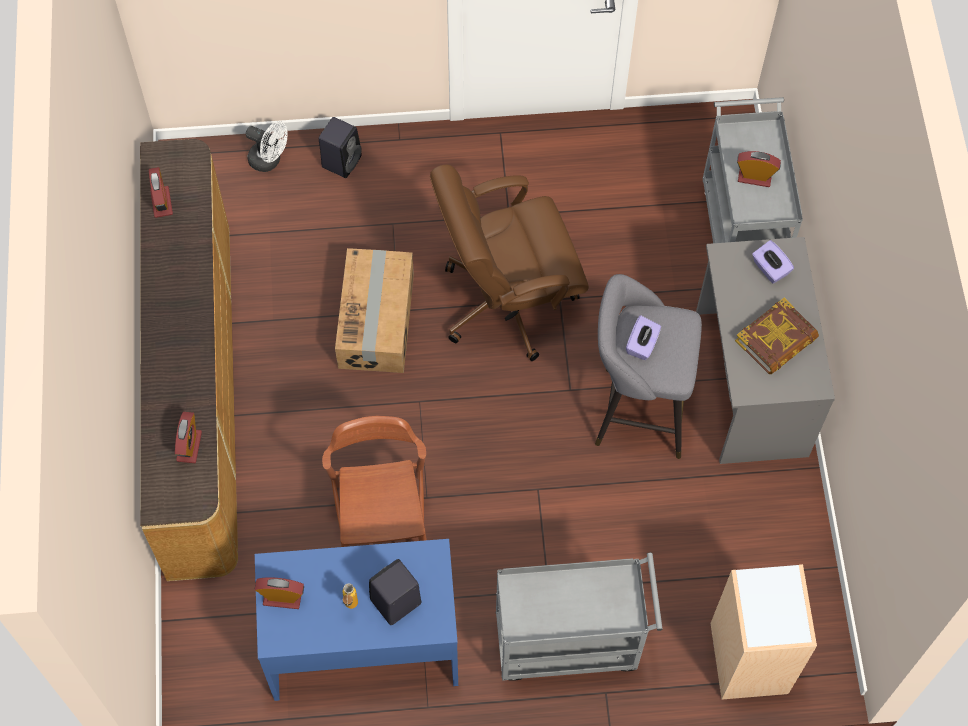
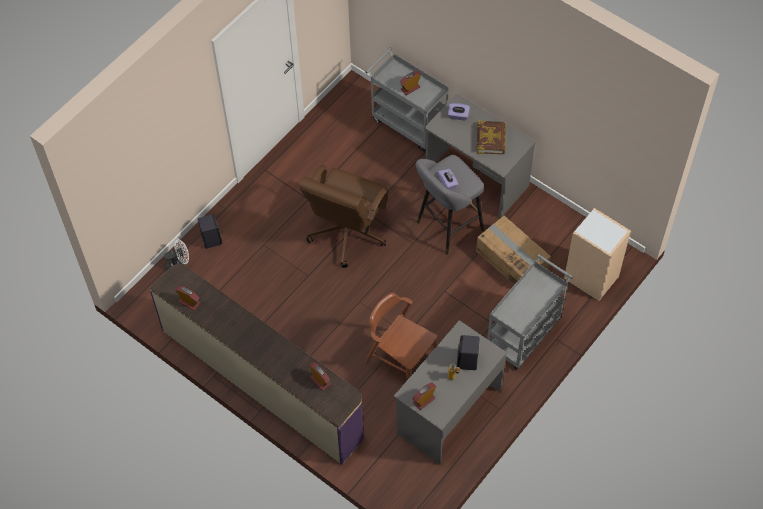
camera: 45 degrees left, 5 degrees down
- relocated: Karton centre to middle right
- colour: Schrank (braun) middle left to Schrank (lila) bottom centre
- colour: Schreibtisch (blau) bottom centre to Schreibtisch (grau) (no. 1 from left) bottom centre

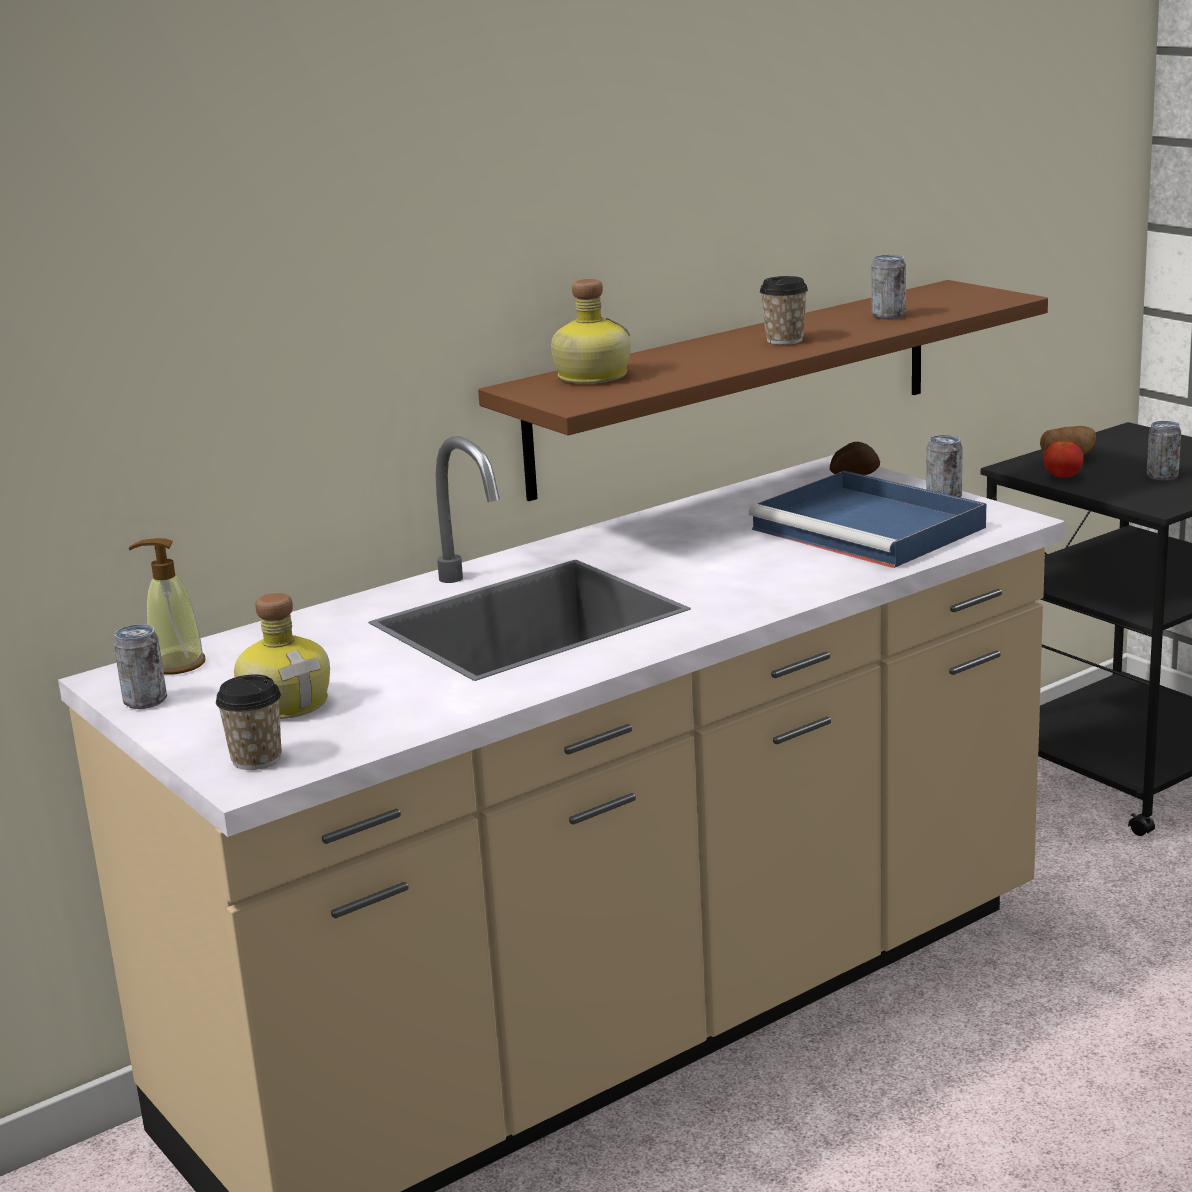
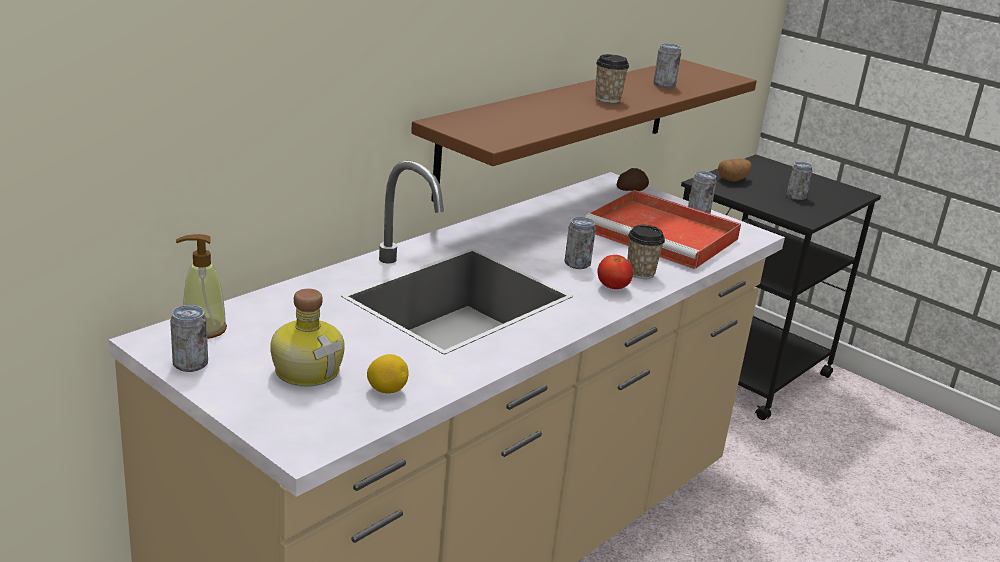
camera: 15 degrees left, 5 degrees up
- missing: Flasche (no. 2 from left) top centre
- appeared: Zitrone centre
- appeared: Dose (no. 2 from left) centre
- relocated: Tasse (no. 1 from left in the first image) middle left to Tasse (no. 2 from left) centre
- relocated: Tomate middle right to centre
- colour: Tablett (blau) middle right to Tablett (rot) centre

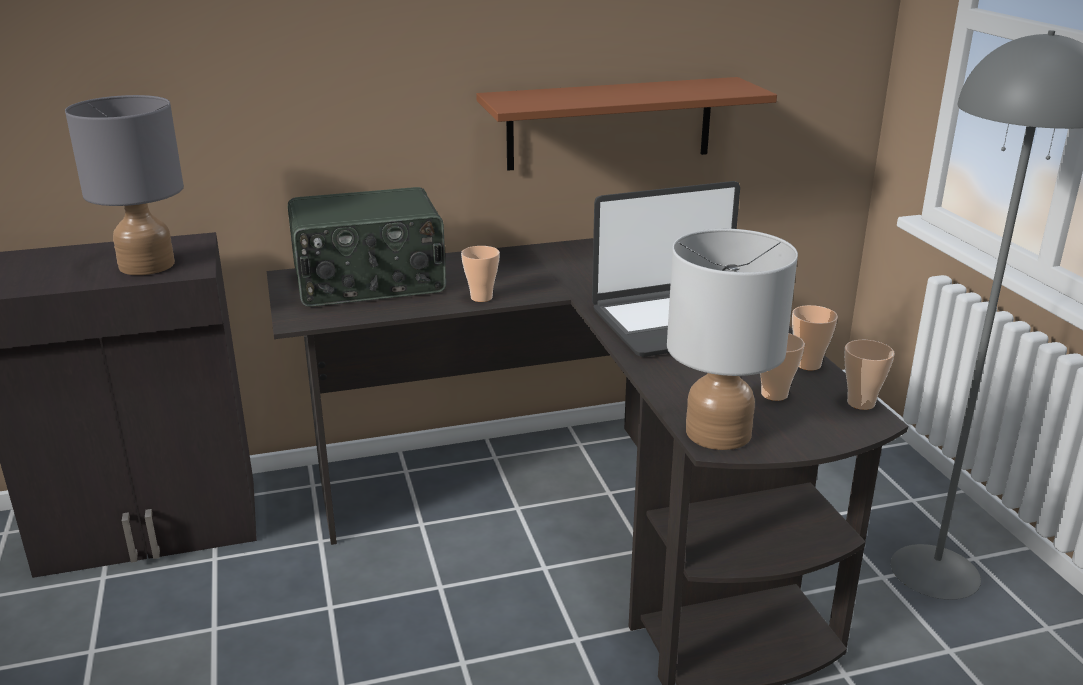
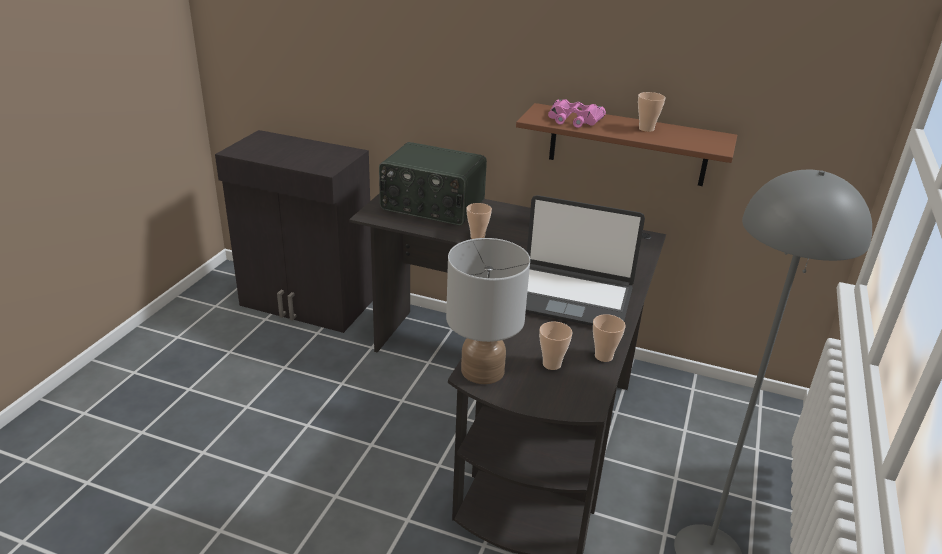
camera: 35 degrees right, 5 degrees up
- missing: Tischlampe (grau) (no. 1 from left) top left
- appeared: Fernglas (rosa) top centre
- relocated: Tasse (no. 4 from left) middle right to top right

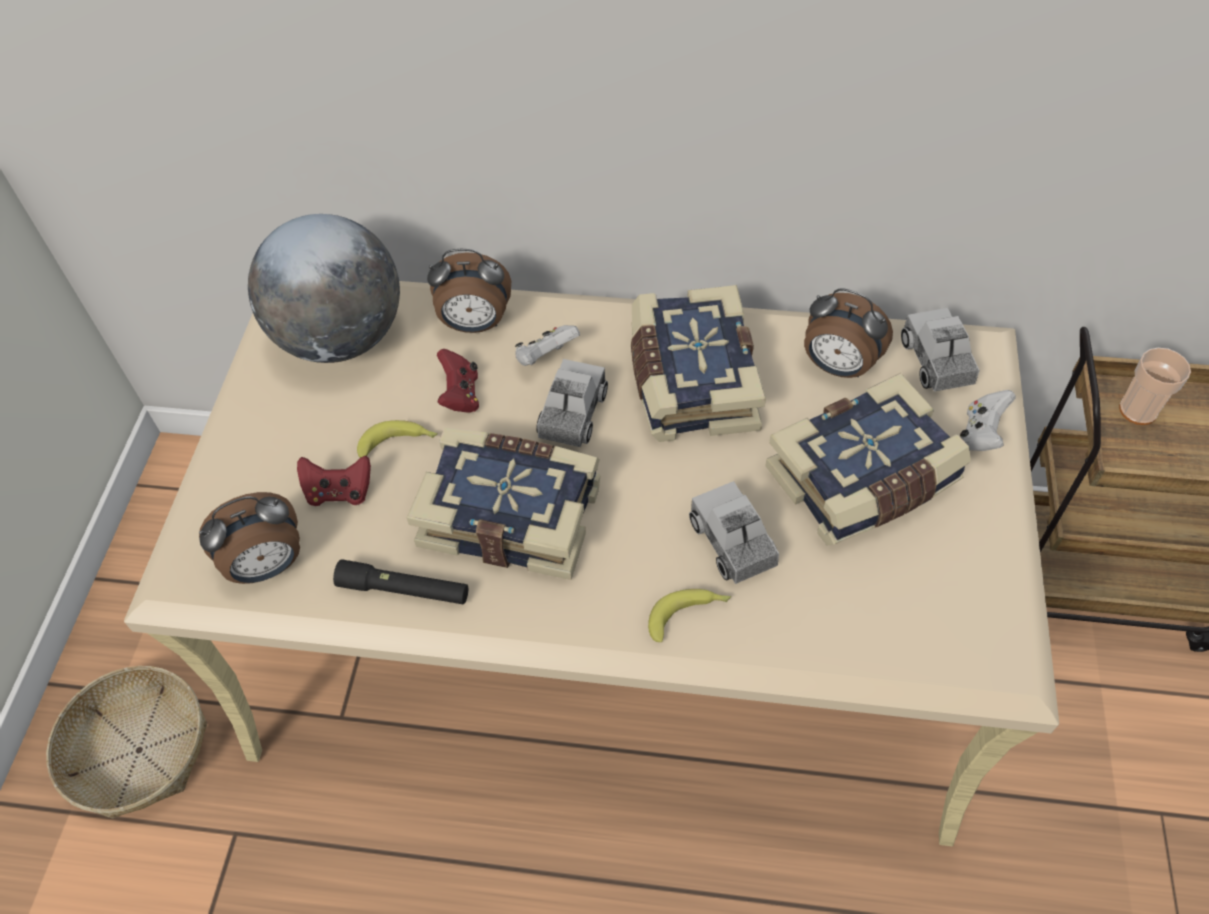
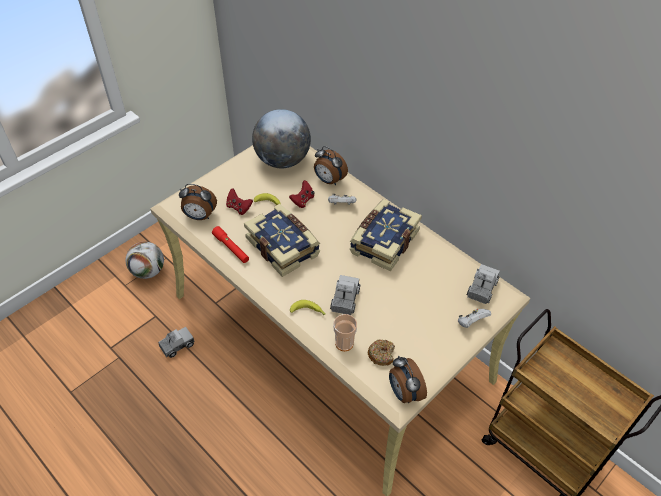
camera: 35 degrees right, 5 degrees down
- missing: Buch (no. 3 from left) middle right
- appeared: Donut bottom centre
- relocated: Spielzeuglaster (no. 1 from left) centre to bottom left
- relocated: Wecker (no. 3 from left) middle right to bottom centre
- relocated: Tasse middle right to bottom centre
- exchanged: Korb bottom left to Fußball middle left
- colour: Taschenlampe (schwarz) middle left to Taschenlampe (rot) centre

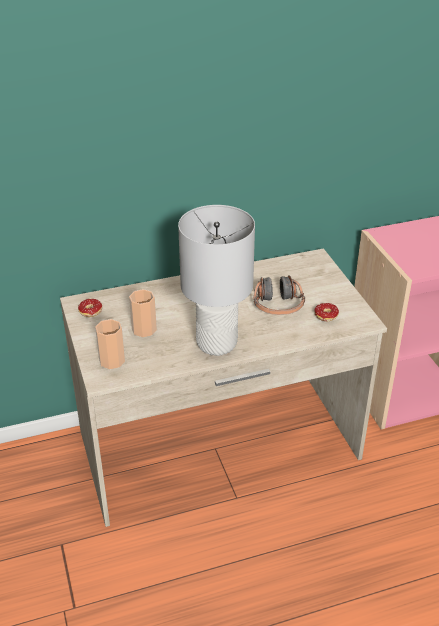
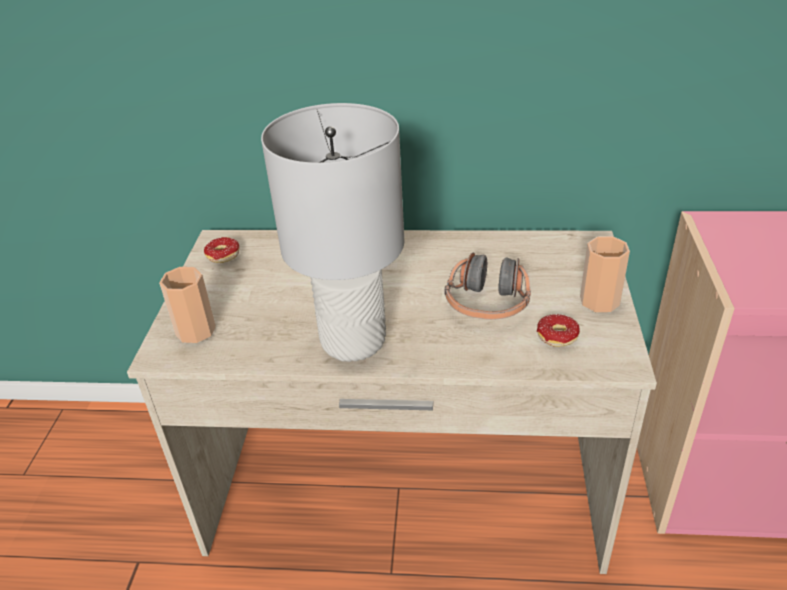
camera: 25 degrees right, 0 degrees up
- relocated: Tasse (no. 2 from left) middle left to middle right

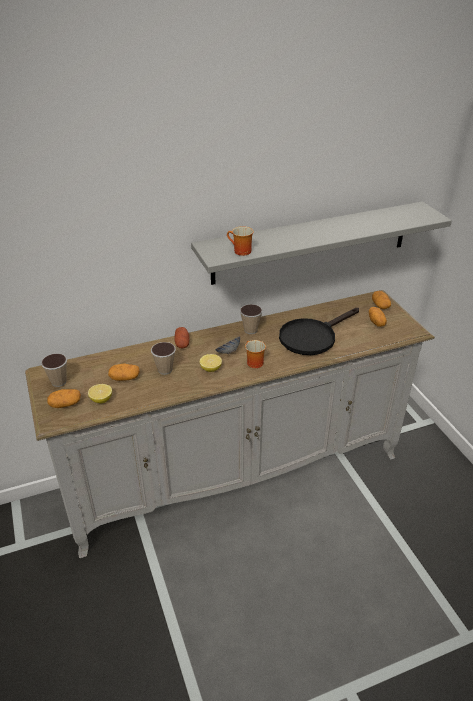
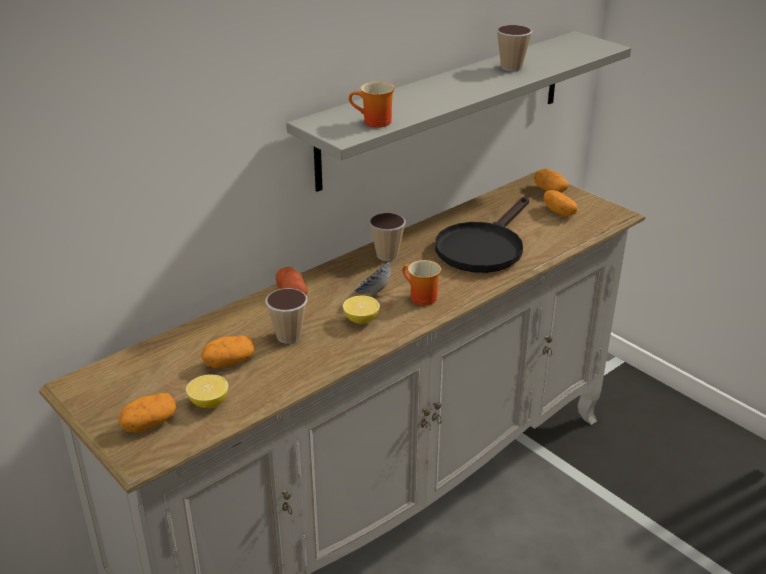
camera: 20 degrees left, 5 degrees down
- relocated: Tasse (no. 1 from left in the first image) middle left to Tasse (no. 3 from left) top right

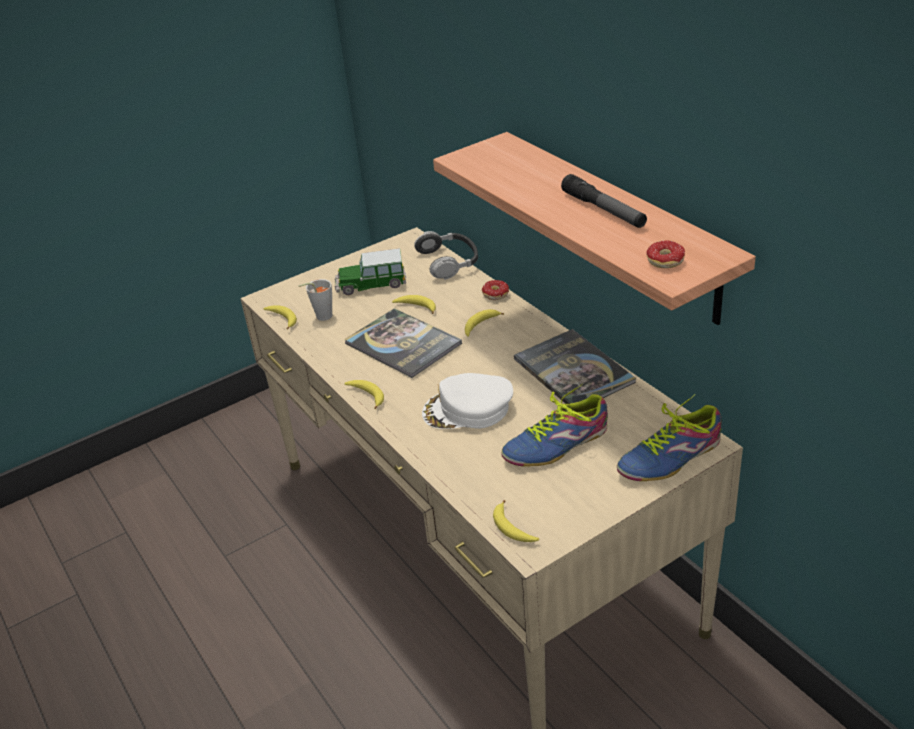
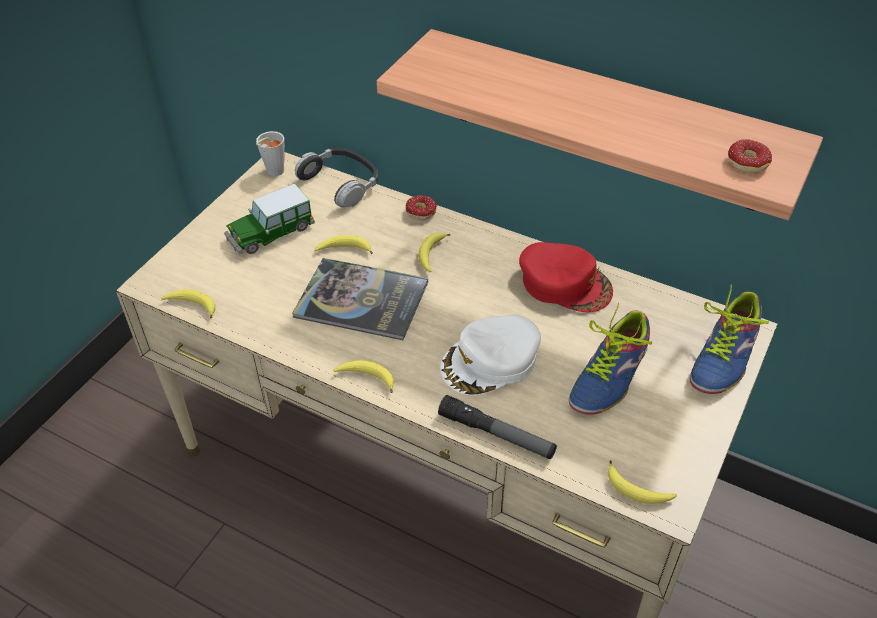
camera: 30 degrees left, 10 degrees up
- relocated: Tasse (grau) centre to top left
- relocated: Taschenlampe top centre to bottom centre
- exchanged: Buch (no. 2 from left) centre to Kappe (rot) centre

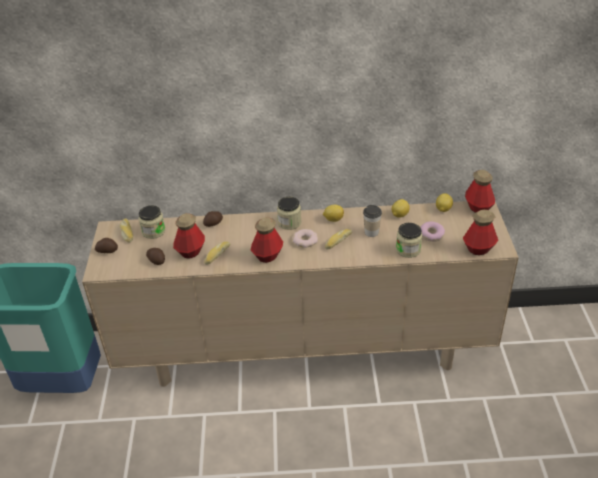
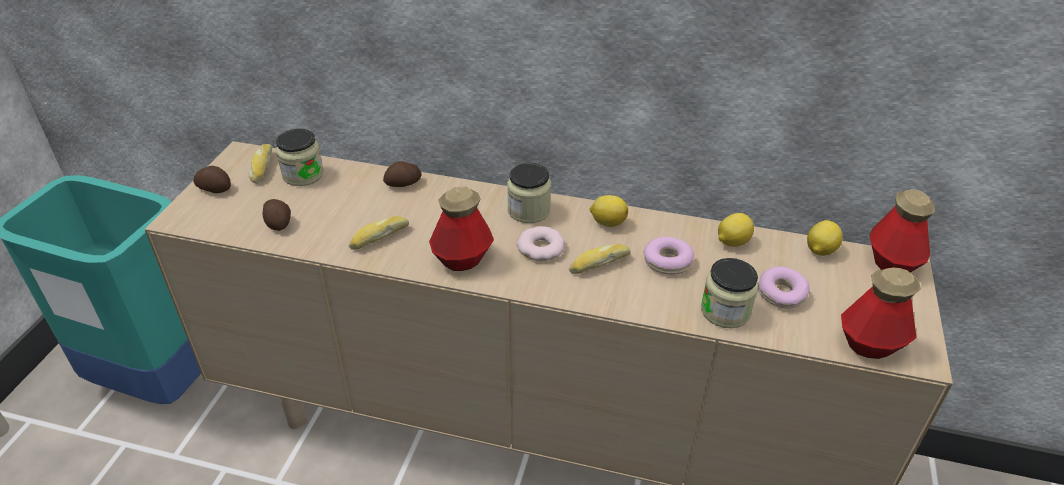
camera: 15 degrees right, 0 degrees up
- missing: Flasche (no. 1 from left) middle left
- exchanged: Tasse centre to Donut (no. 2 from left) centre

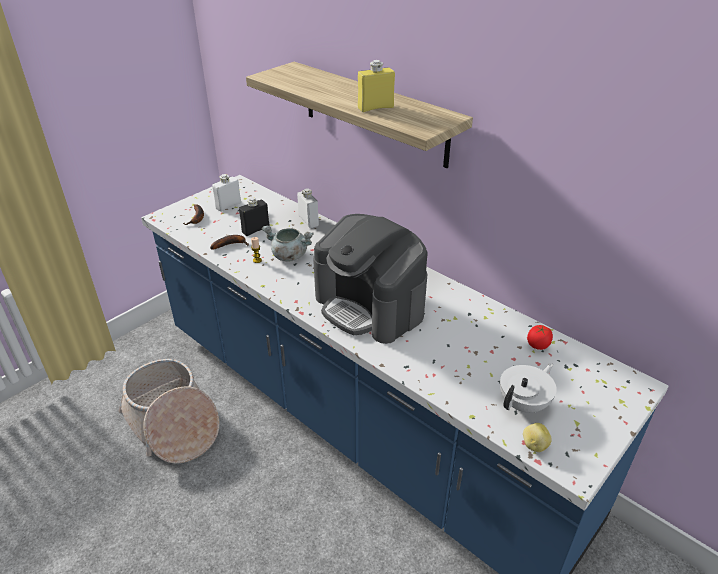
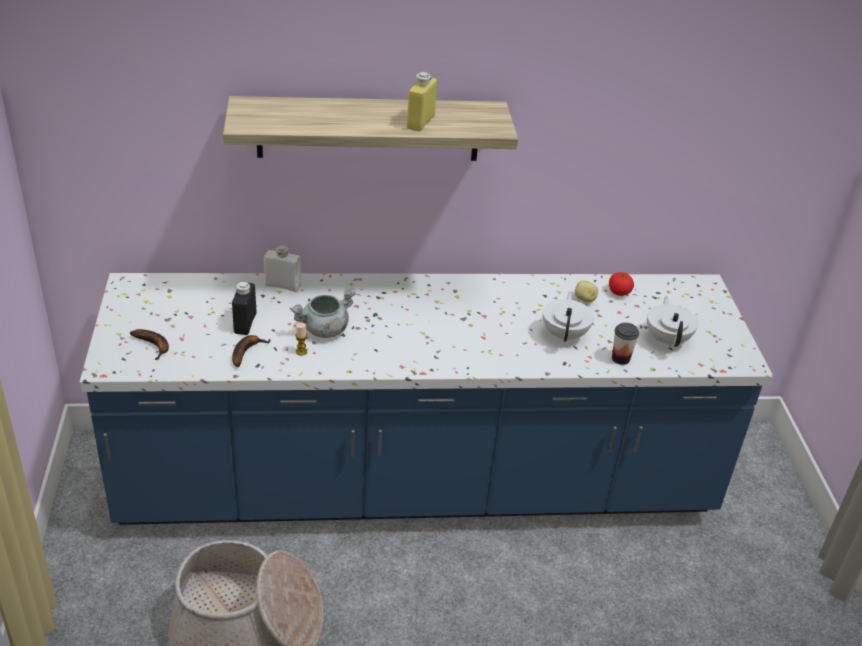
camera: 50 degrees left, 0 degrees up
- missing: Flasche (weiß) (no. 1 from left) middle left
- missing: Kaffeemaschine centre
- appeared: Teekanne (weiß) (no. 1 from left) centre
- appeared: Tasse middle right
- relocated: Kartoffel bottom right to middle right

